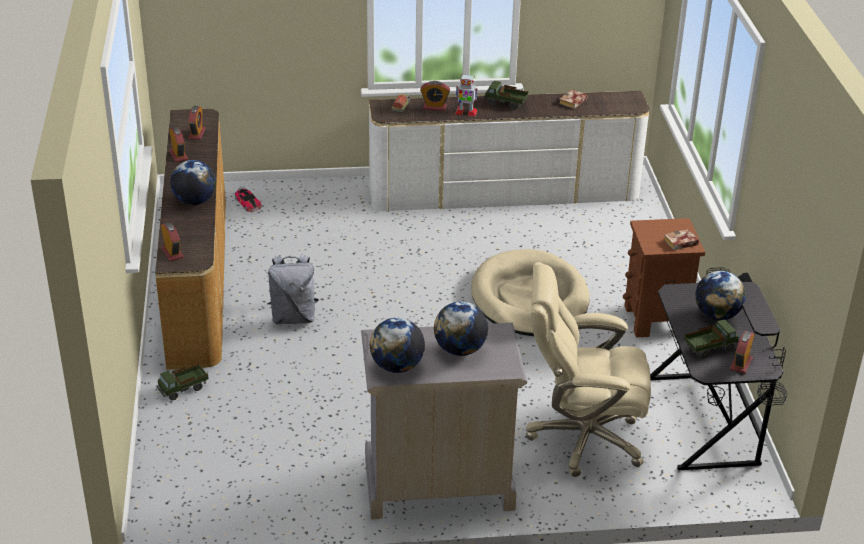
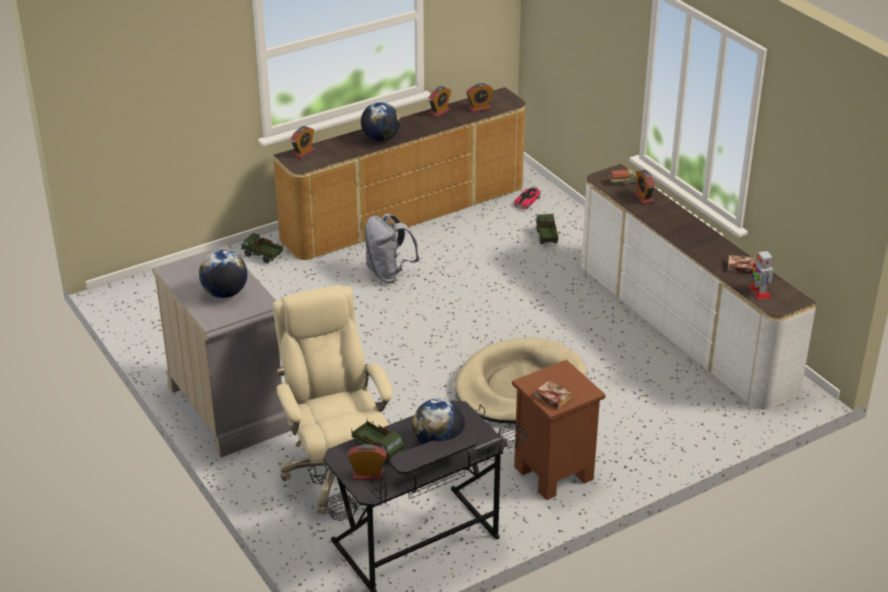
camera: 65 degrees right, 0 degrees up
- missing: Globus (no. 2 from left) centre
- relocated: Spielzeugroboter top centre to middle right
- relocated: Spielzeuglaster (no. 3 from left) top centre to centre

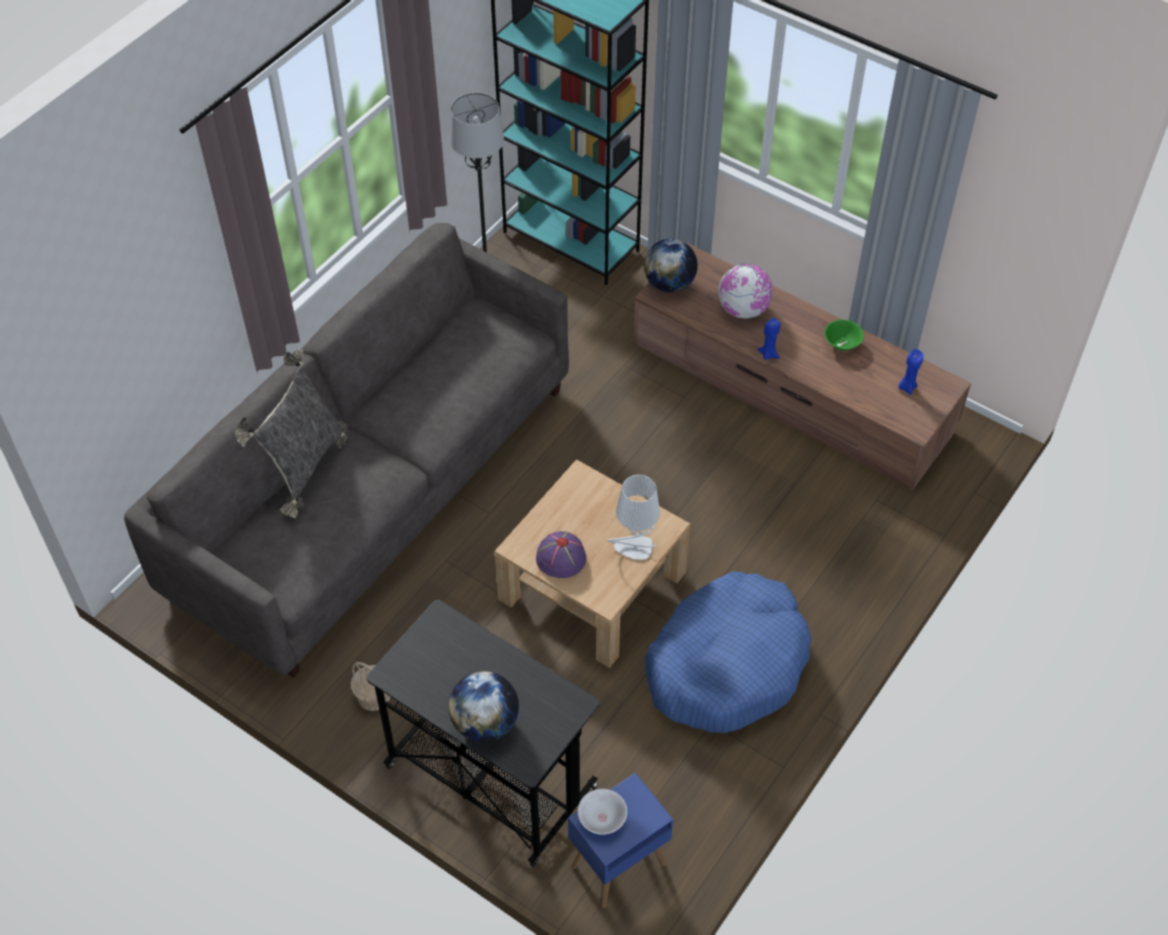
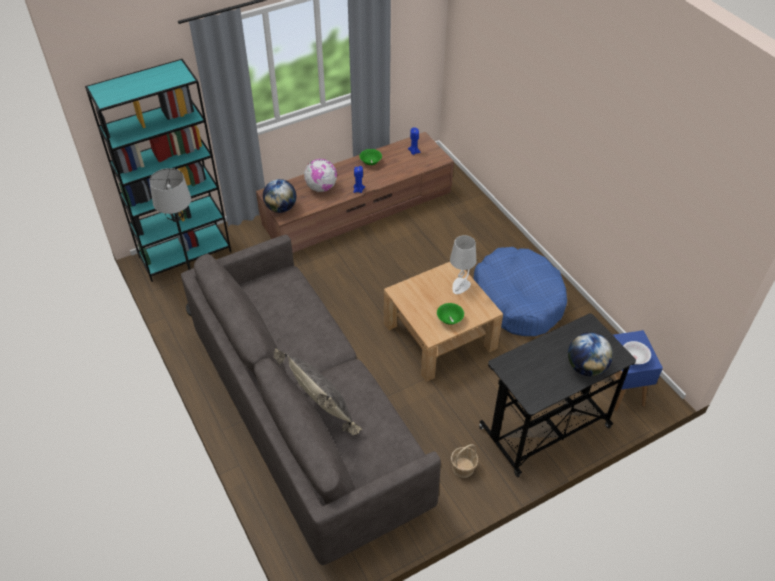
camera: 65 degrees left, 5 degrees down
- exchanged: Hut (lila) centre to Schüssel (grün) (no. 2 from left) centre

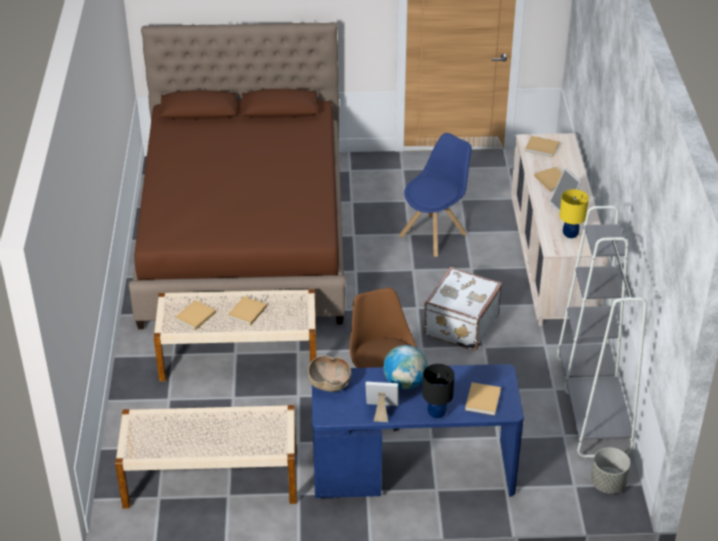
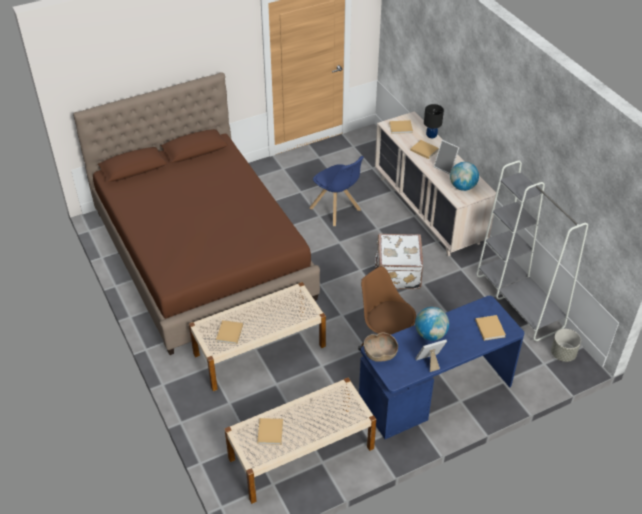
camera: 25 degrees left, 5 degrees up
- relocated: Buch (beige) (no. 2 from left) centre to bottom centre
- relocated: Tischlampe (schwarz) bottom centre to top right
- exchanged: Tischlampe (gelb) middle right to Globus (no. 2 from left) middle right
- spun: Stuhl (blau) centre = centre 120 degrees clockwise

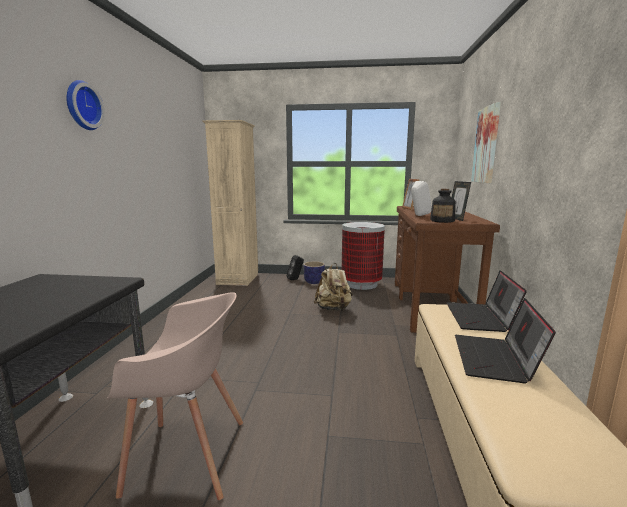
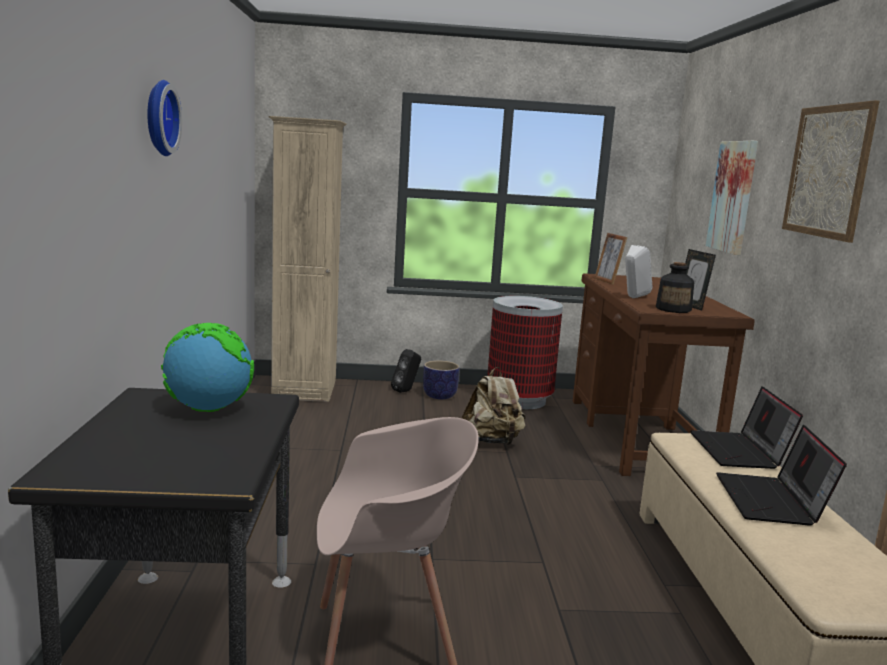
camera: 10 degrees left, 0 degrees up
- appeared: Globus middle left
- appeared: Bild (no. 2 from left) top right

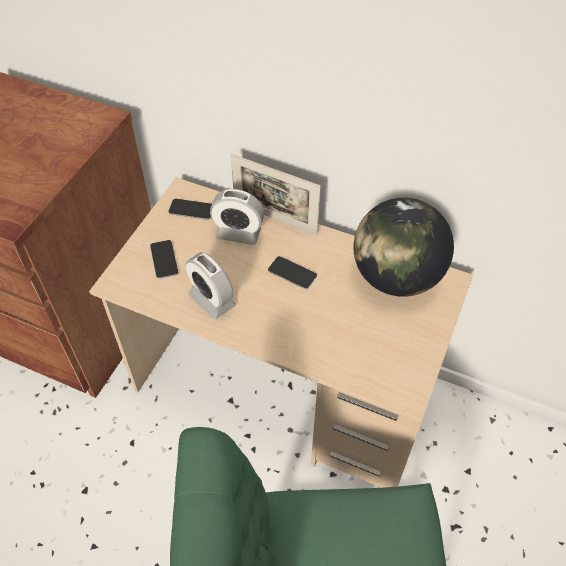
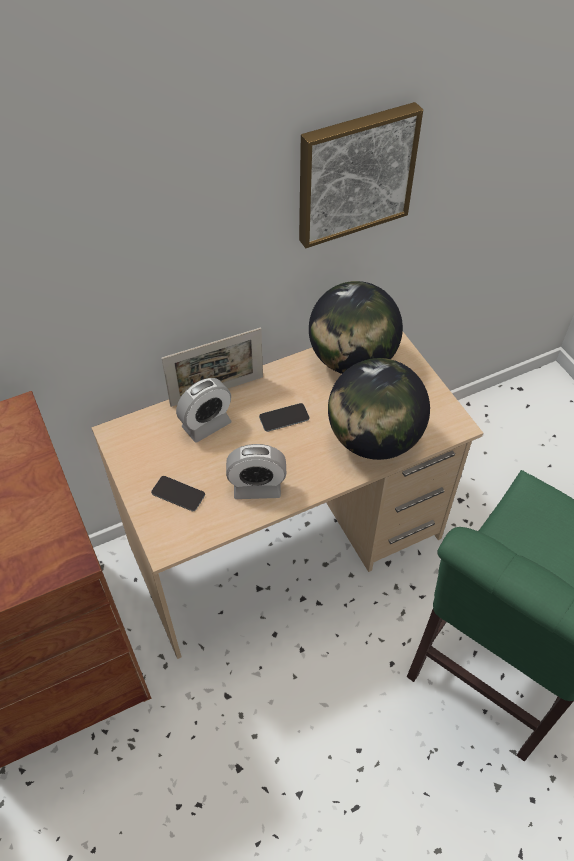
camera: 50 degrees left, 0 degrees up
- missing: Handy (no. 2 from left) centre
- appeared: Bild top centre
- appeared: Globus (no. 2 from left) centre

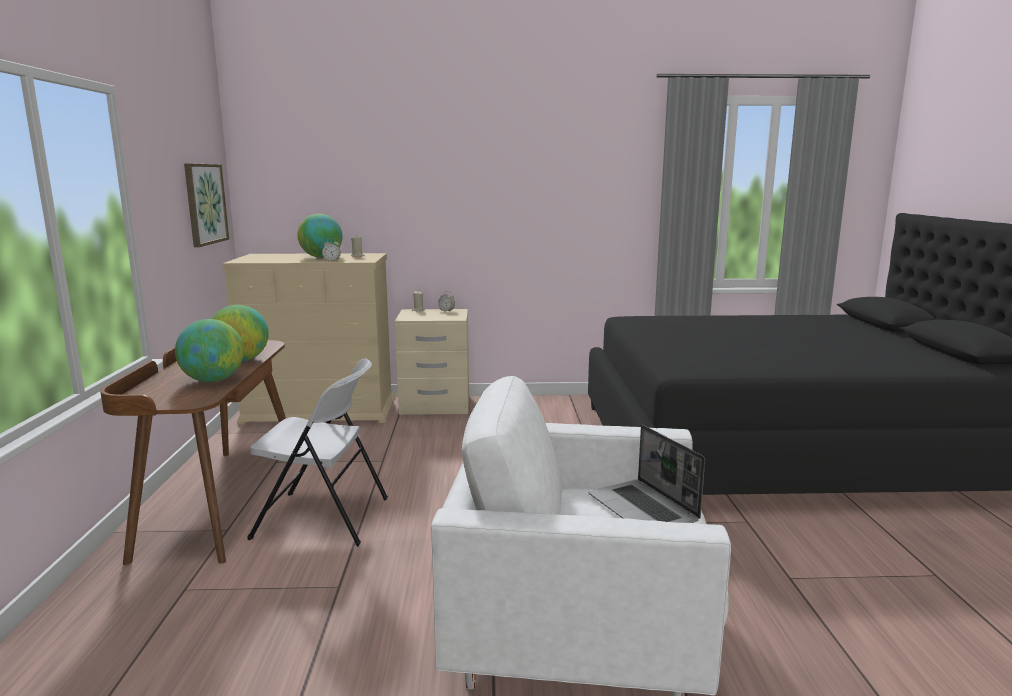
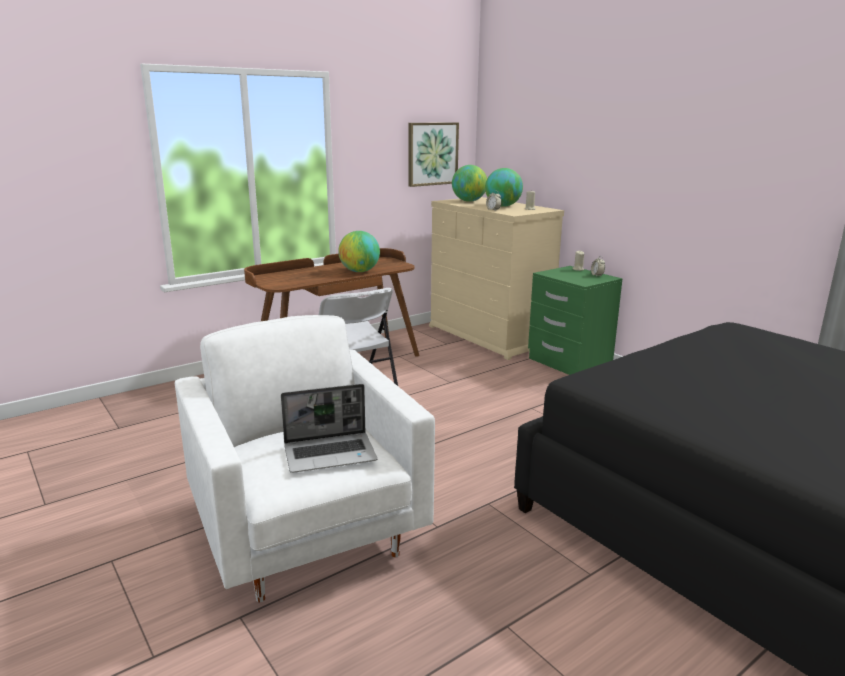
camera: 55 degrees right, 5 degrees up
- relocated: Globus (no. 1 from left in the first image) middle left to Globus (no. 2 from left) top centre
- colour: Nachttisch (beige) centre to Nachttisch (grün) middle right
- spun: Laptop bottom centre = centre 135 degrees counterclockwise

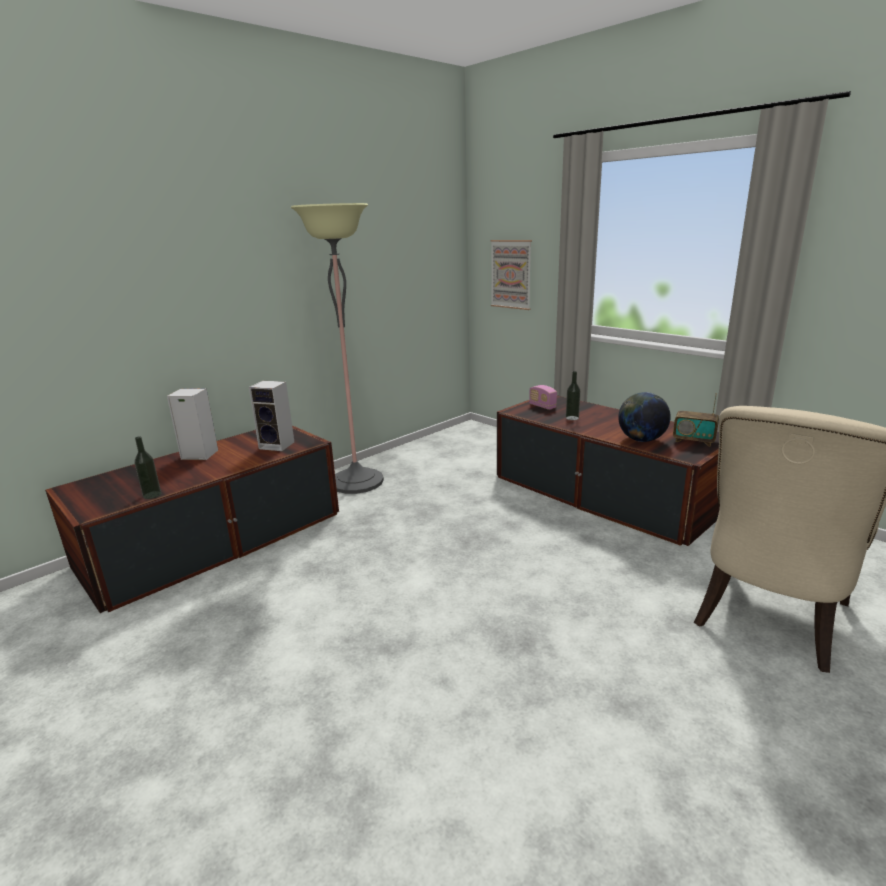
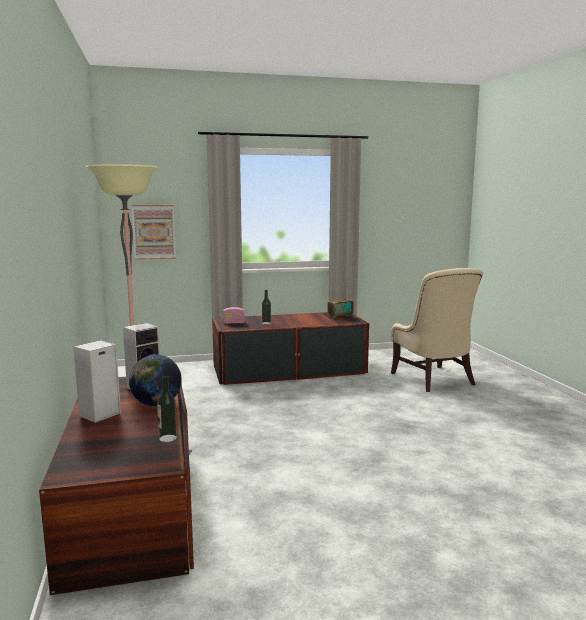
camera: 60 degrees left, 10 degrees down
- relocated: Globus middle right to middle left

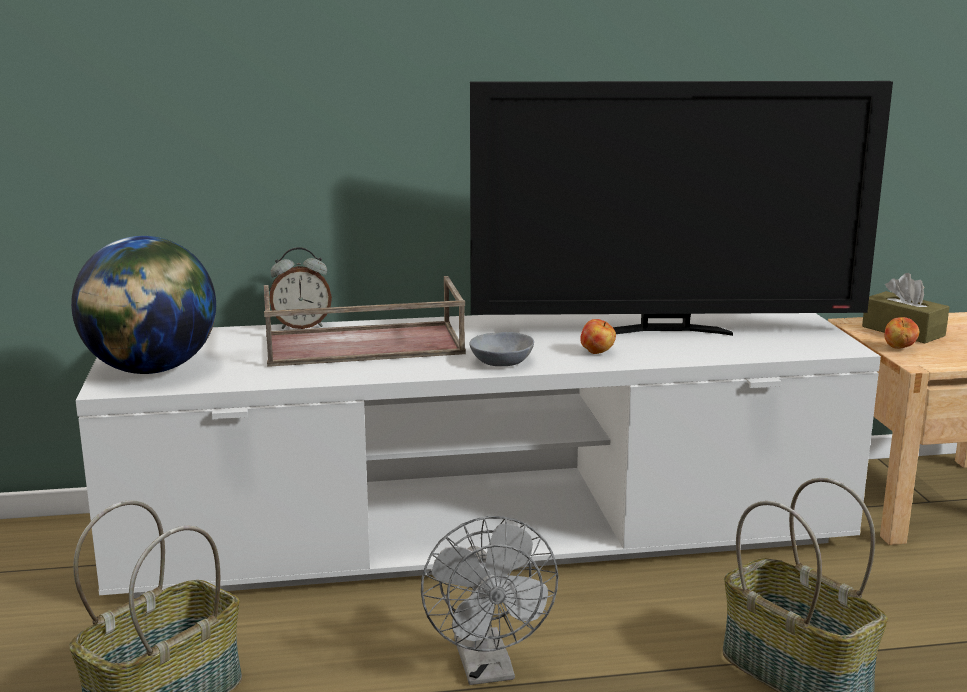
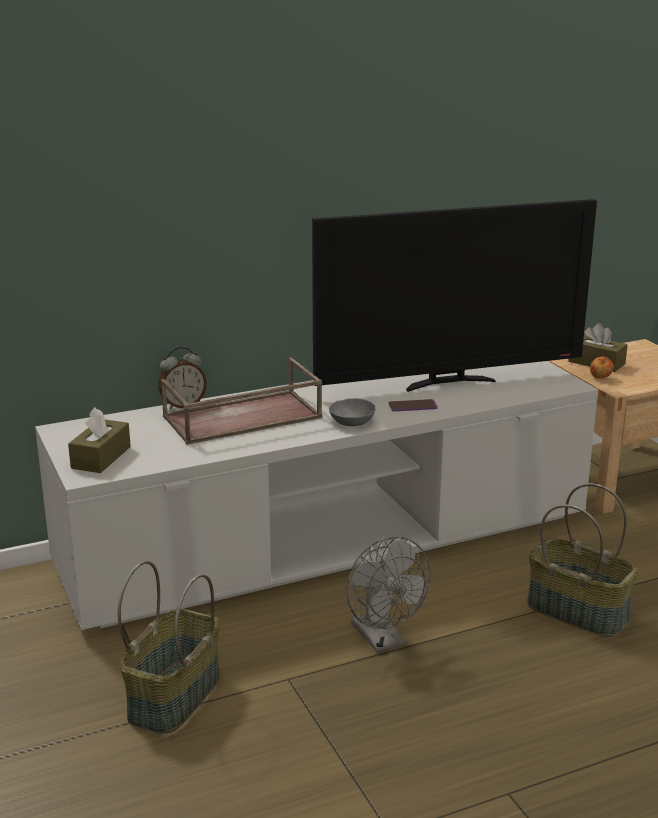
camera: 15 degrees left, 5 degrees up
- exchanged: Globus middle left to Taschentuchbox (braun) (no. 1 from left) middle left
- exchanged: Apfel (no. 1 from left) centre to Handy centre

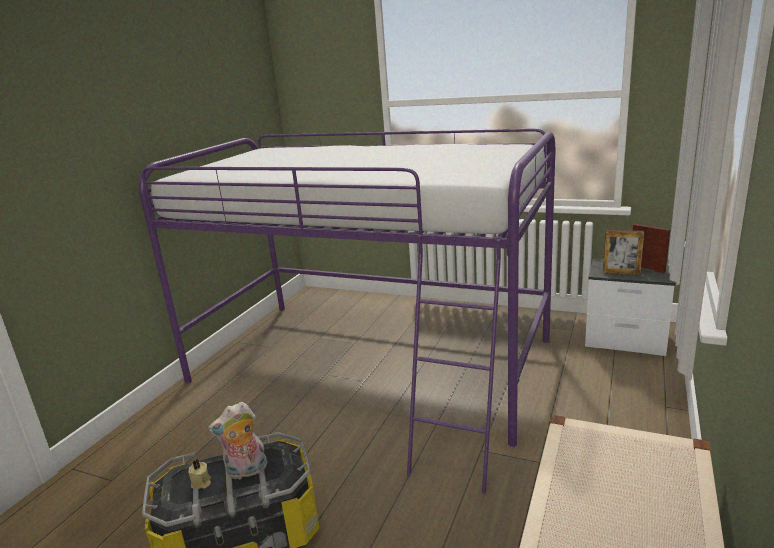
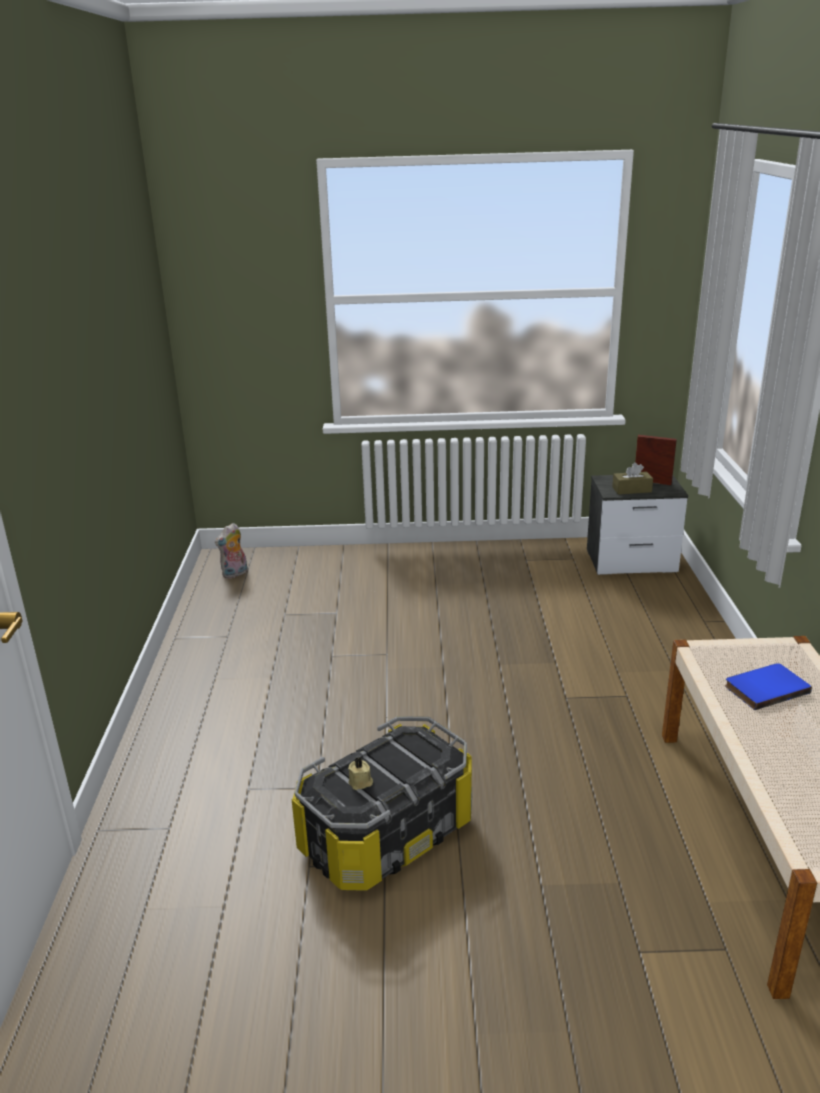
camera: 25 degrees left, 5 degrees up
- missing: Bett (lila) centre
- appeared: Buch (blau) middle right
- relocated: Plüschtier bottom left to middle left
- exchanged: Bilderrahmen (no. 1 from left) middle right to Taschentuchbox (braun) middle right

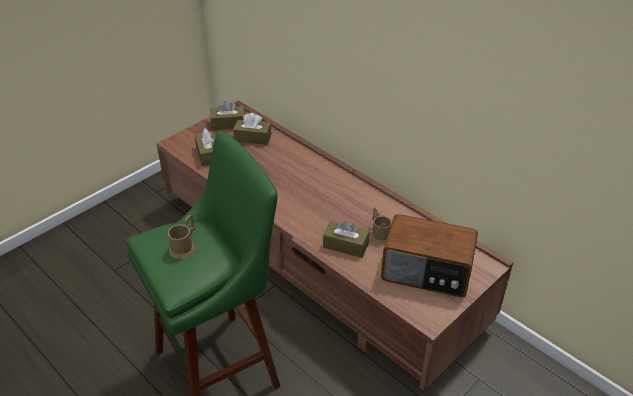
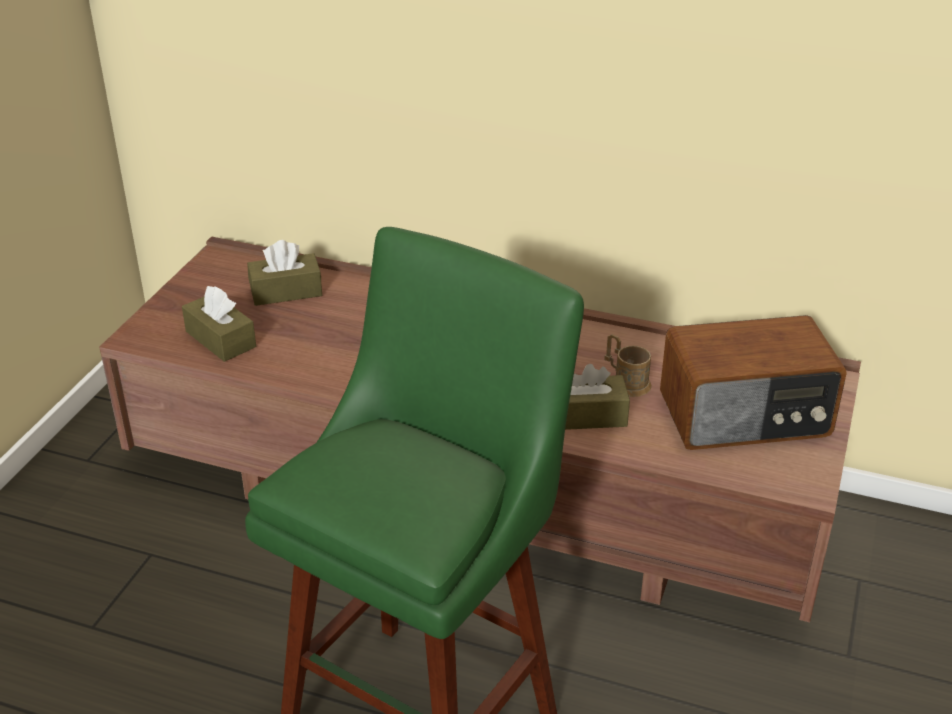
camera: 25 degrees left, 5 degrees down
- missing: Henkelbecher (braun) (no. 1 from left) middle left
- missing: Taschentuchbox (braun) (no. 2 from left) top centre

